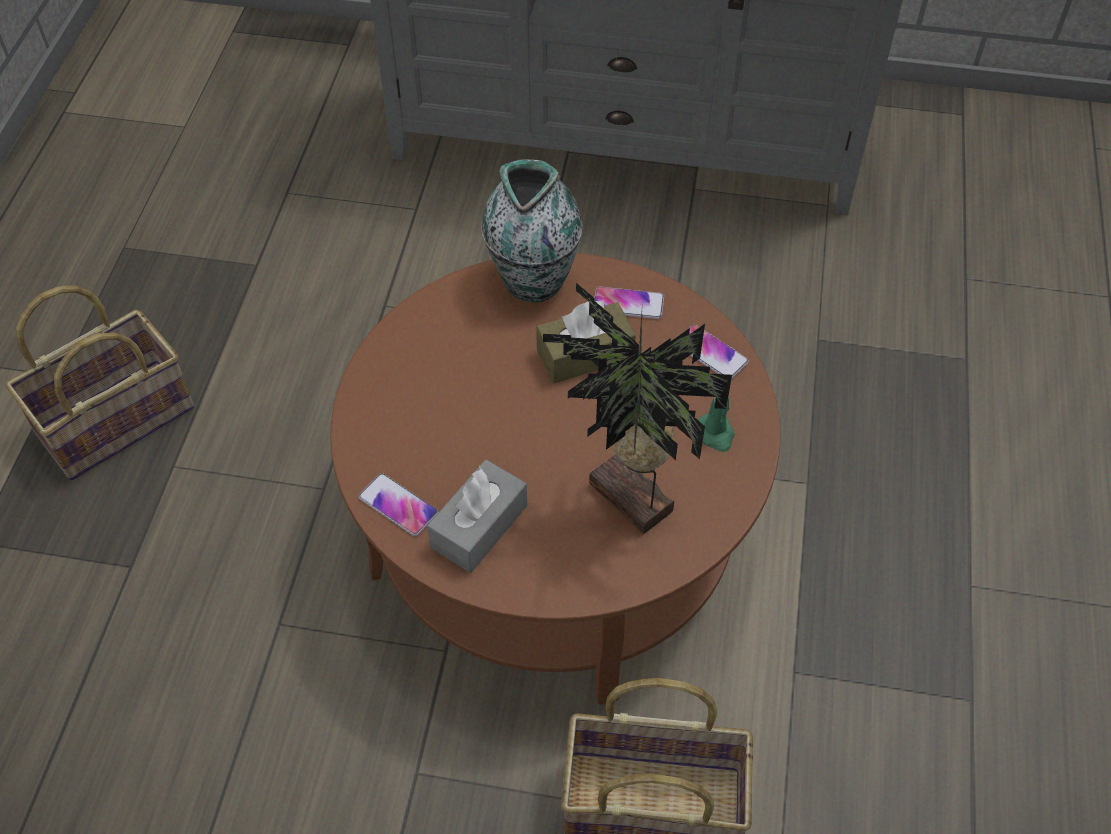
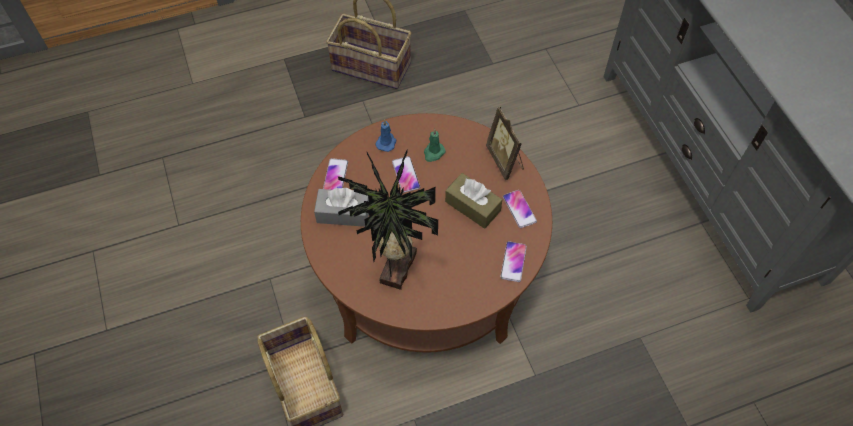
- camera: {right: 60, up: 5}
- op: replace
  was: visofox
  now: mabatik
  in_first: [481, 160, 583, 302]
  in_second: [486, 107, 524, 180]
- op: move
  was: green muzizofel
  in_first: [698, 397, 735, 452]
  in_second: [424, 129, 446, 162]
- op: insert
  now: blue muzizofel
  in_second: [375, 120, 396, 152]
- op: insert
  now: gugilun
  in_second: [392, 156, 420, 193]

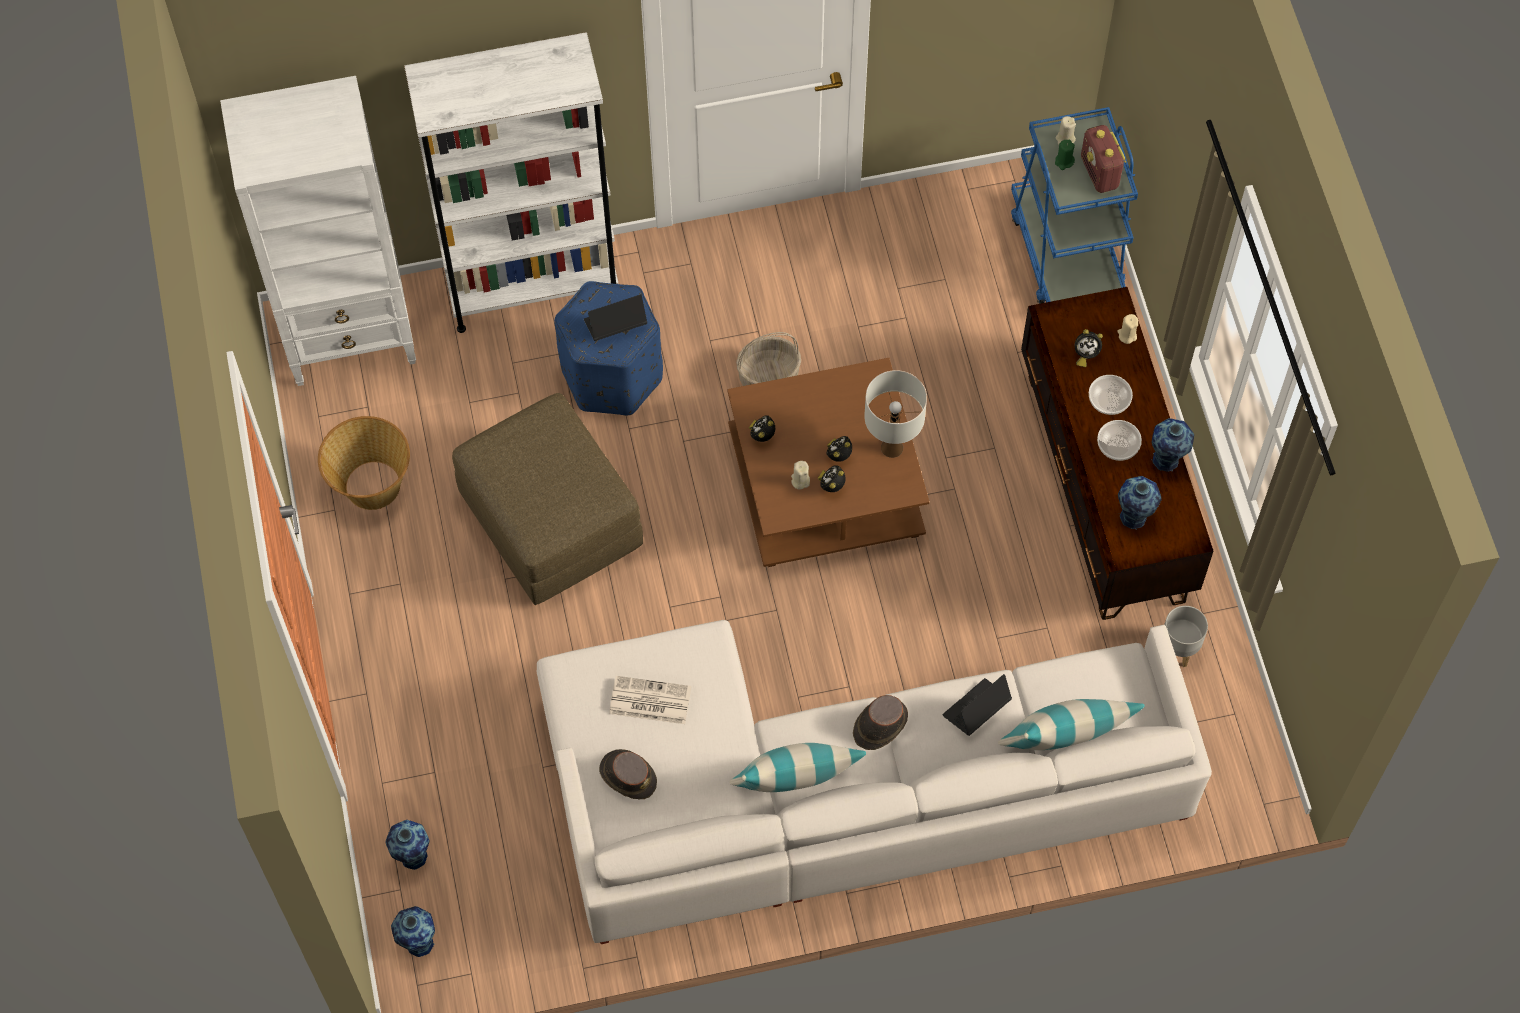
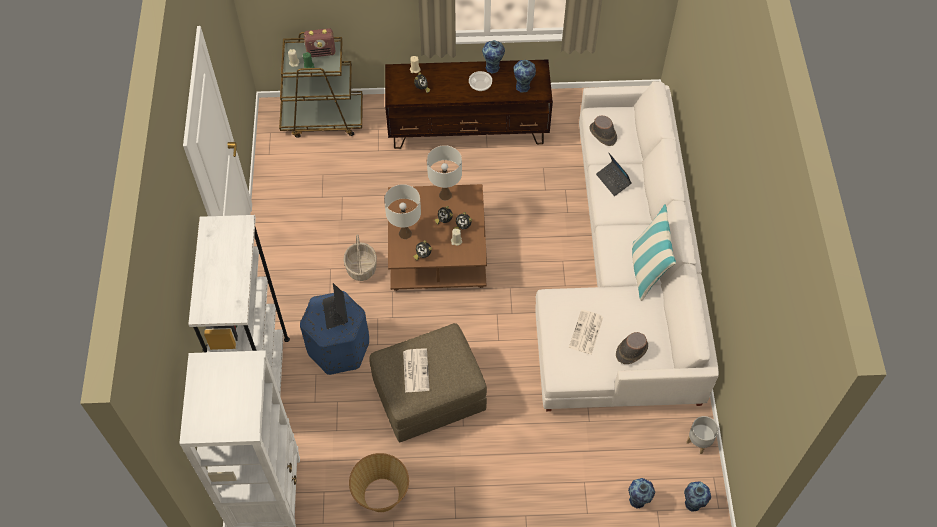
- camera: {right: -80, up: -5}
- op: recolor
  was: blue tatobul
  now: brown tatobul
  in_first: [1011, 107, 1138, 304]
  in_second: [279, 32, 363, 138]
- op: delete
  was: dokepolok
  in_first: [1089, 375, 1133, 415]
- op: move
  was: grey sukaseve
  in_first: [1164, 606, 1208, 667]
  in_second: [687, 416, 719, 454]
- op: move
  was: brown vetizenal
  in_first: [853, 695, 908, 750]
  in_second: [589, 116, 617, 146]
- op: delete
  was: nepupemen
  in_first: [998, 699, 1145, 750]
- op: insert
  now: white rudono
  in_second: [384, 184, 421, 239]
- op: insert
  now: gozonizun
  in_second: [403, 348, 429, 393]

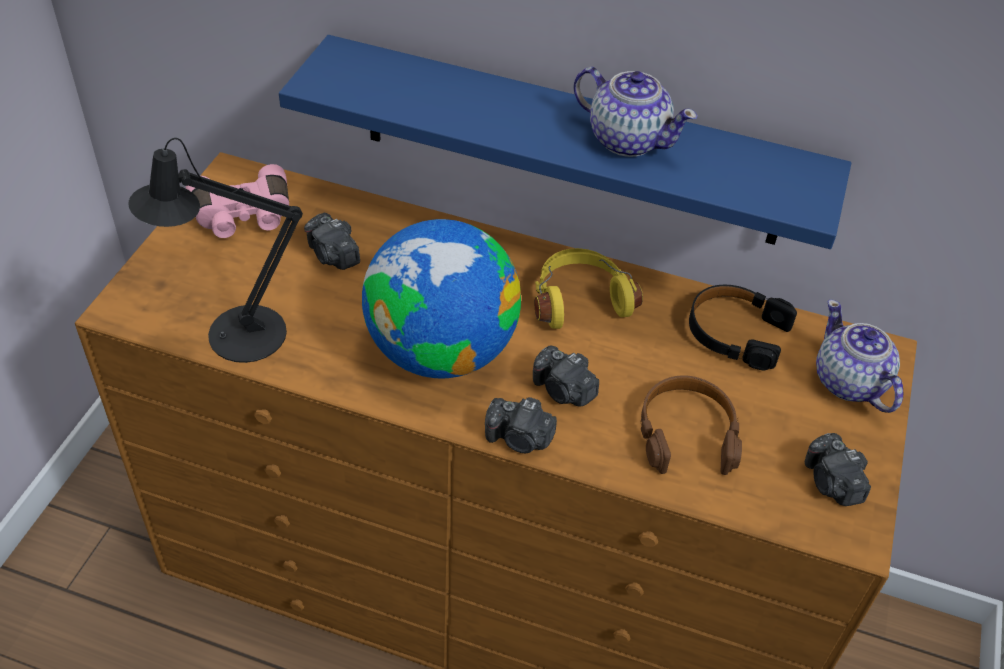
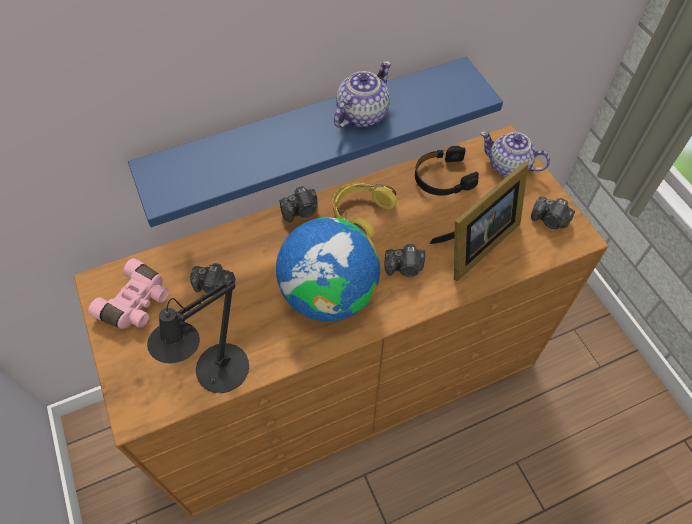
- camera: {right: -40, up: 10}
- op: rotate
  was: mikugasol
  in_first: [573, 67, 698, 157]
  in_second: [334, 61, 391, 128]
  clockwise: -45
- op: replace
  was: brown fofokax
  now: mabatik
  in_first: [641, 375, 742, 475]
  in_second: [430, 161, 528, 281]
- op: move
  was: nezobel
  in_first: [485, 397, 557, 453]
  in_second: [280, 186, 318, 222]

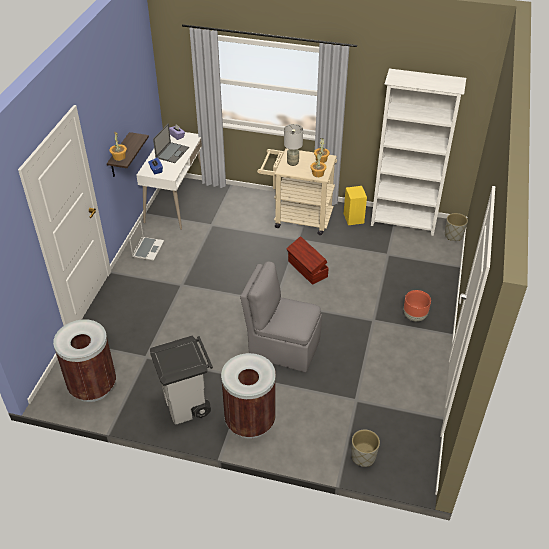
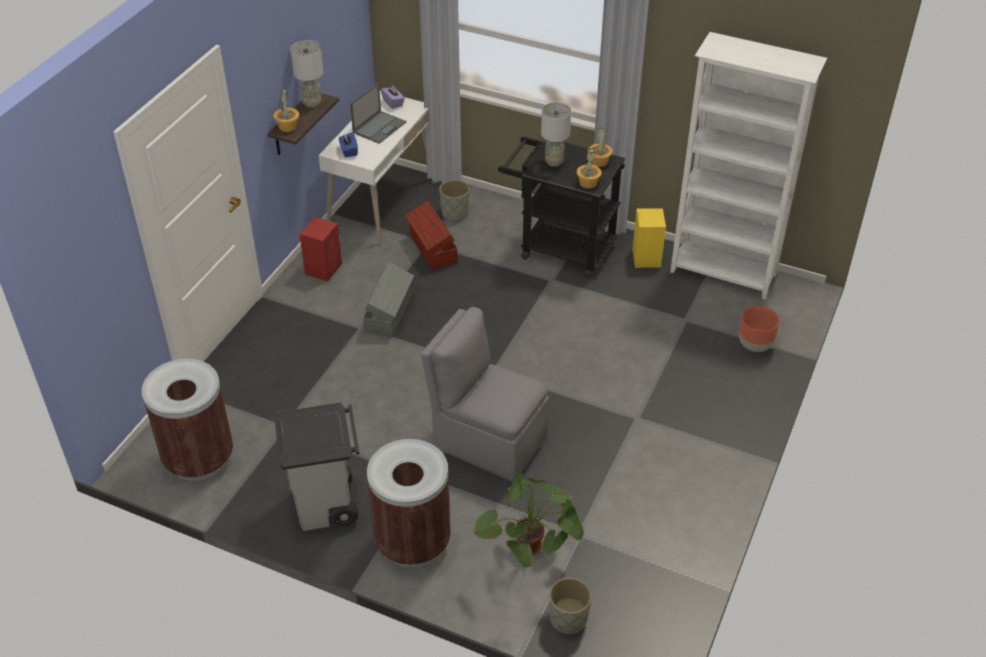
- camera: {right: 10, up: 0}
- op: recolor
  was: beige tatobul
  now: black tatobul
  in_first: [257, 148, 337, 235]
  in_second: [498, 137, 625, 278]
- op: move
  was: grey sukaseve
  in_first: [445, 213, 468, 241]
  in_second: [439, 180, 470, 220]
- op: replace
  was: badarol
  now: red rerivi
  in_first: [129, 220, 164, 261]
  in_second: [299, 217, 342, 281]
- op: move
  was: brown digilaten
  in_first: [286, 236, 329, 285]
  in_second: [405, 200, 458, 270]
- op: move
  was: brown sukaseve
  in_first: [404, 290, 431, 322]
  in_second: [739, 306, 780, 352]
- op: insert
  now: grey rudono
  in_second: [290, 40, 323, 108]
- op: insert
  now: grey digilaten
  in_second: [363, 262, 414, 337]
- op: insert
  now: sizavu
  in_second: [471, 471, 584, 568]

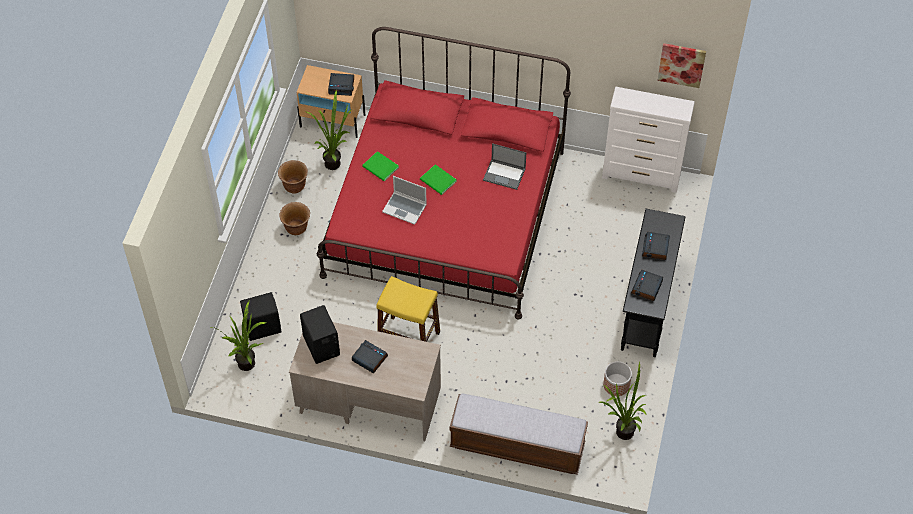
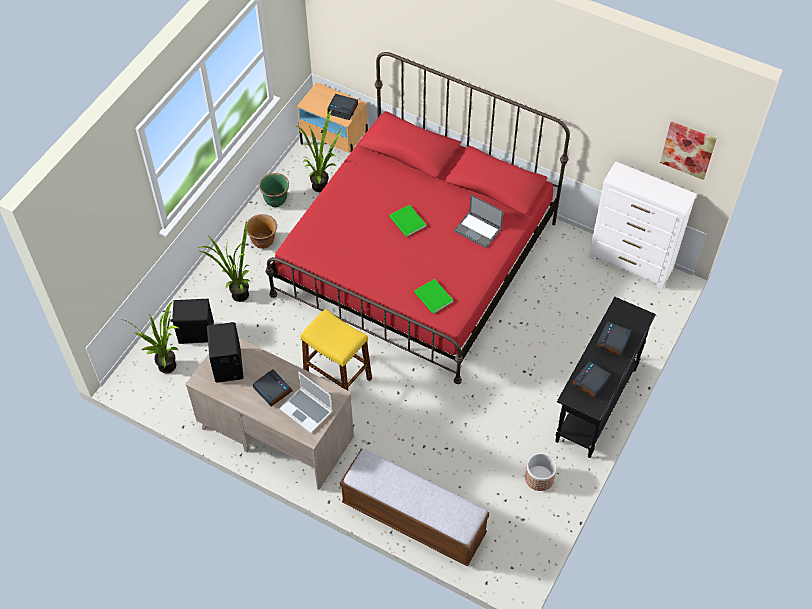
- camera: {right: 15, up: 0}
- op: move
  was: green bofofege
  in_first: [362, 151, 399, 181]
  in_second: [414, 279, 453, 314]
- op: recolor
  was: brown sukaseve
  now: green sukaseve
  in_first: [278, 160, 308, 194]
  in_second: [259, 173, 289, 207]
- op: move
  was: badarol
  in_first: [382, 176, 427, 225]
  in_second: [279, 372, 333, 433]
- op: move
  was: sizavu
  in_first: [598, 362, 647, 440]
  in_second: [198, 220, 250, 302]

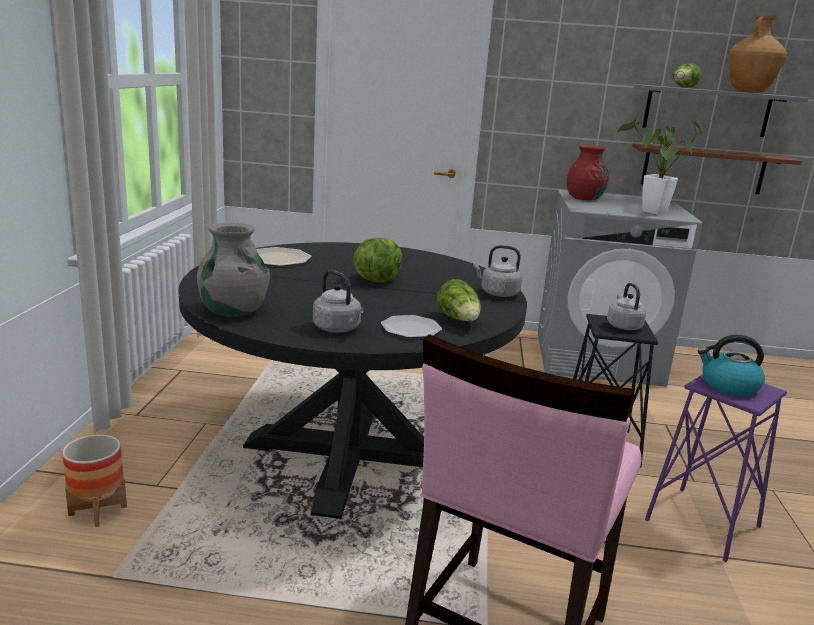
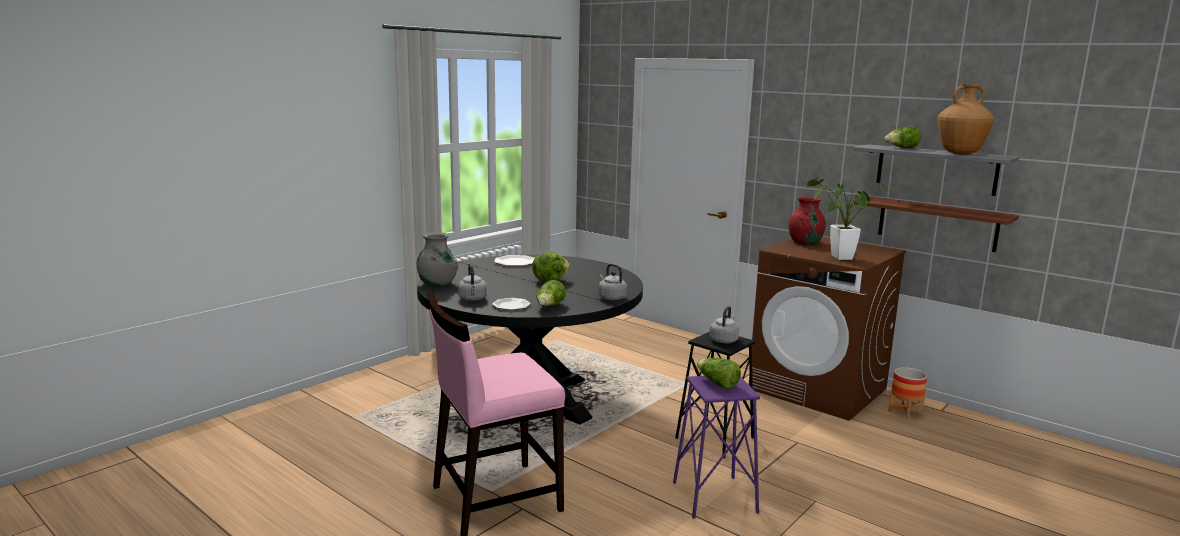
- camera: {right: 35, up: -5}
- op: recolor
  was: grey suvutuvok
  now: brown suvutuvok
  in_first: [538, 190, 703, 387]
  in_second: [749, 237, 906, 421]
- op: replace
  was: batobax
  now: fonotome
  in_first: [698, 335, 765, 396]
  in_second: [697, 358, 741, 389]
- op: move
  was: sukaseve
  in_first: [62, 435, 127, 527]
  in_second: [888, 367, 927, 420]

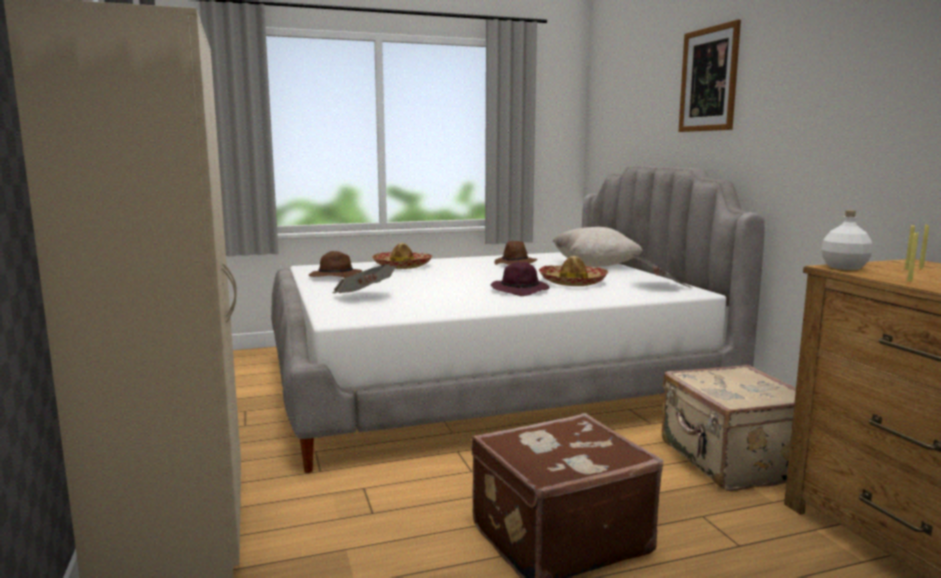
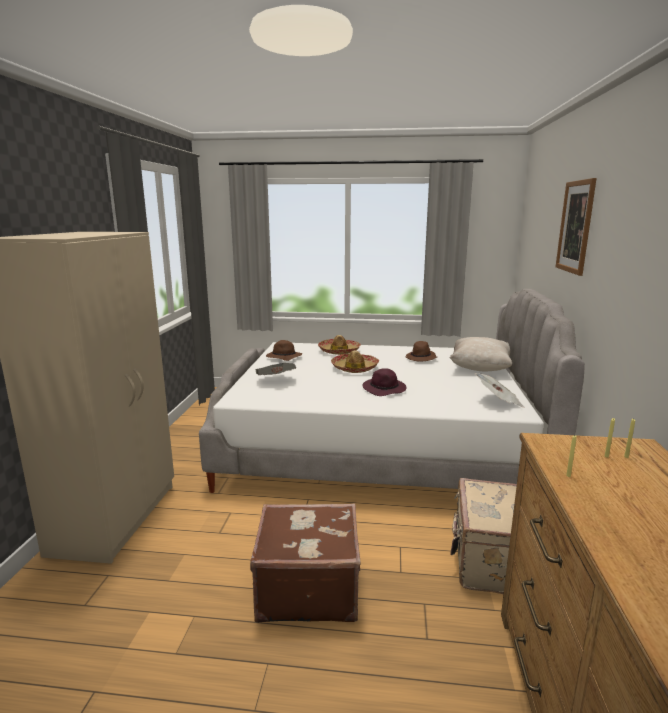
- camera: {right: 25, up: 5}
- op: delete
  was: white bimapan
  in_first: [821, 210, 872, 270]
- op: move
  was: vetizenal
  in_first: [539, 256, 608, 286]
  in_second: [331, 350, 379, 373]

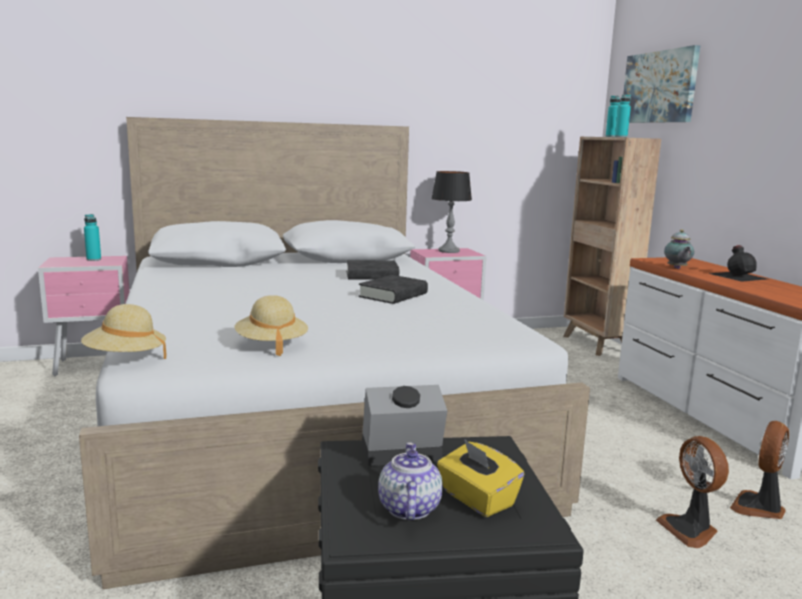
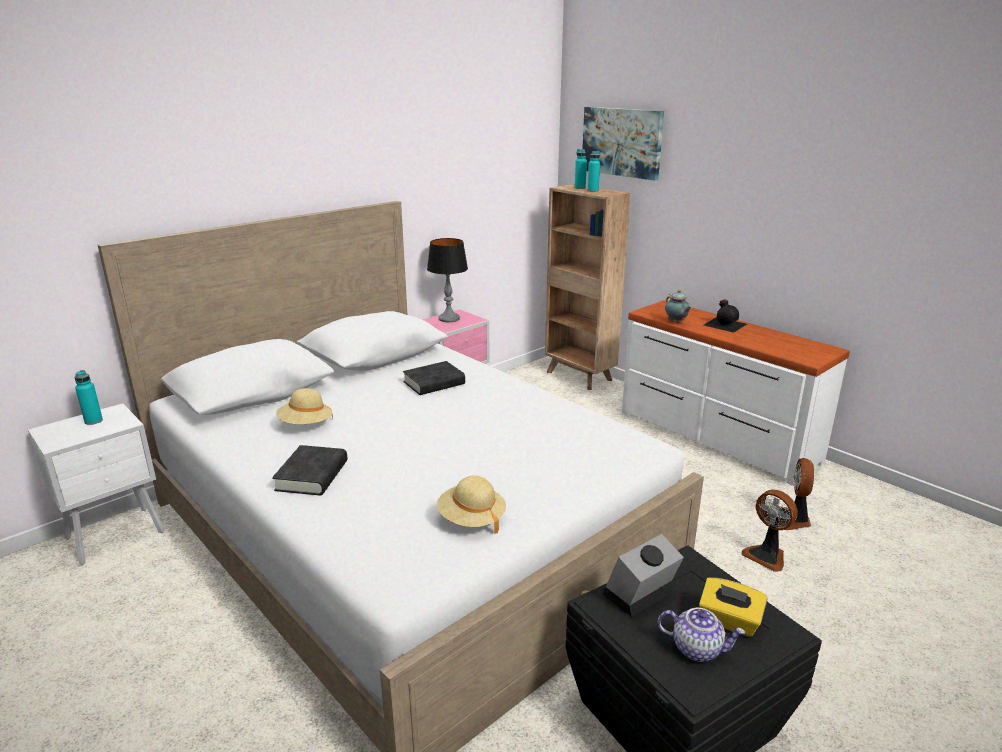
- camera: {right: -25, up: 10}
- op: recolor
  was: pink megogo
  now: white megogo
  in_first: [38, 256, 130, 376]
  in_second: [28, 403, 164, 565]
- op: move
  was: black bofofege
  in_first: [359, 275, 428, 304]
  in_second: [272, 445, 347, 495]
- op: move
  was: beige vetizenal
  in_first: [81, 304, 166, 359]
  in_second: [276, 388, 333, 424]
- op: rotate
  was: mikugasol
  in_first: [378, 442, 443, 520]
  in_second: [658, 607, 745, 662]
  clockwise: 135

